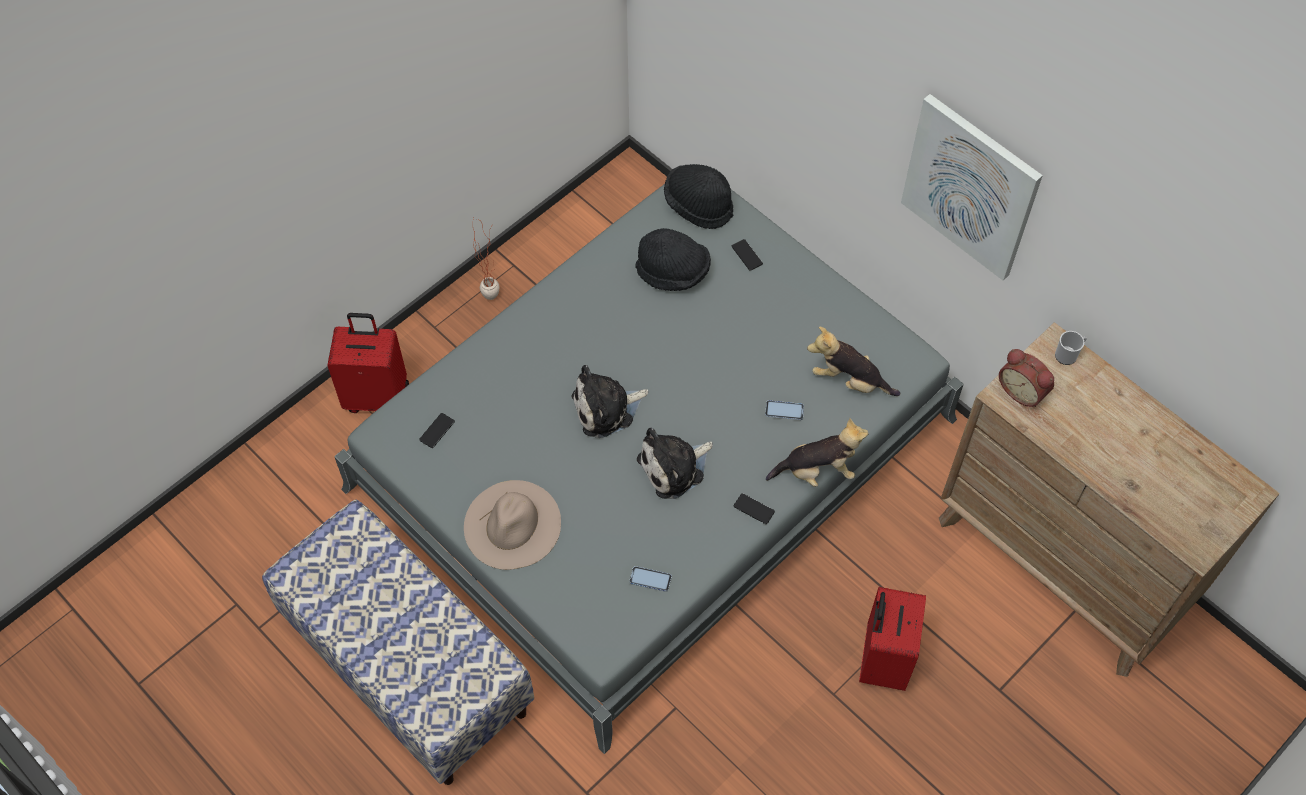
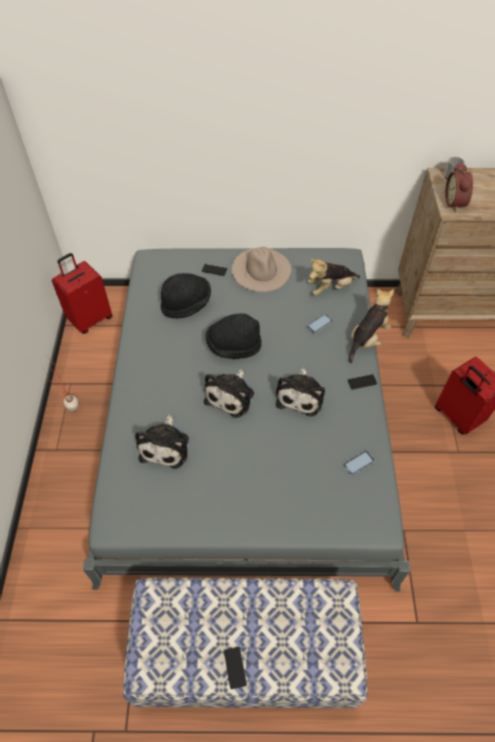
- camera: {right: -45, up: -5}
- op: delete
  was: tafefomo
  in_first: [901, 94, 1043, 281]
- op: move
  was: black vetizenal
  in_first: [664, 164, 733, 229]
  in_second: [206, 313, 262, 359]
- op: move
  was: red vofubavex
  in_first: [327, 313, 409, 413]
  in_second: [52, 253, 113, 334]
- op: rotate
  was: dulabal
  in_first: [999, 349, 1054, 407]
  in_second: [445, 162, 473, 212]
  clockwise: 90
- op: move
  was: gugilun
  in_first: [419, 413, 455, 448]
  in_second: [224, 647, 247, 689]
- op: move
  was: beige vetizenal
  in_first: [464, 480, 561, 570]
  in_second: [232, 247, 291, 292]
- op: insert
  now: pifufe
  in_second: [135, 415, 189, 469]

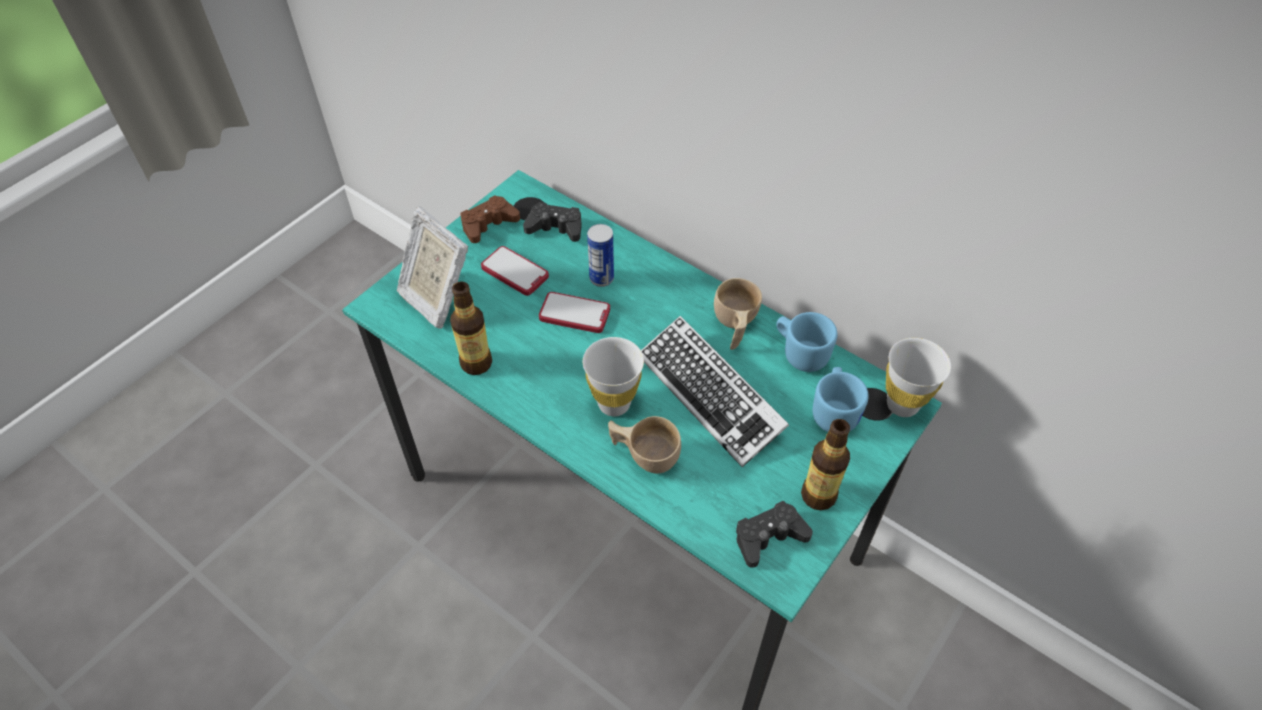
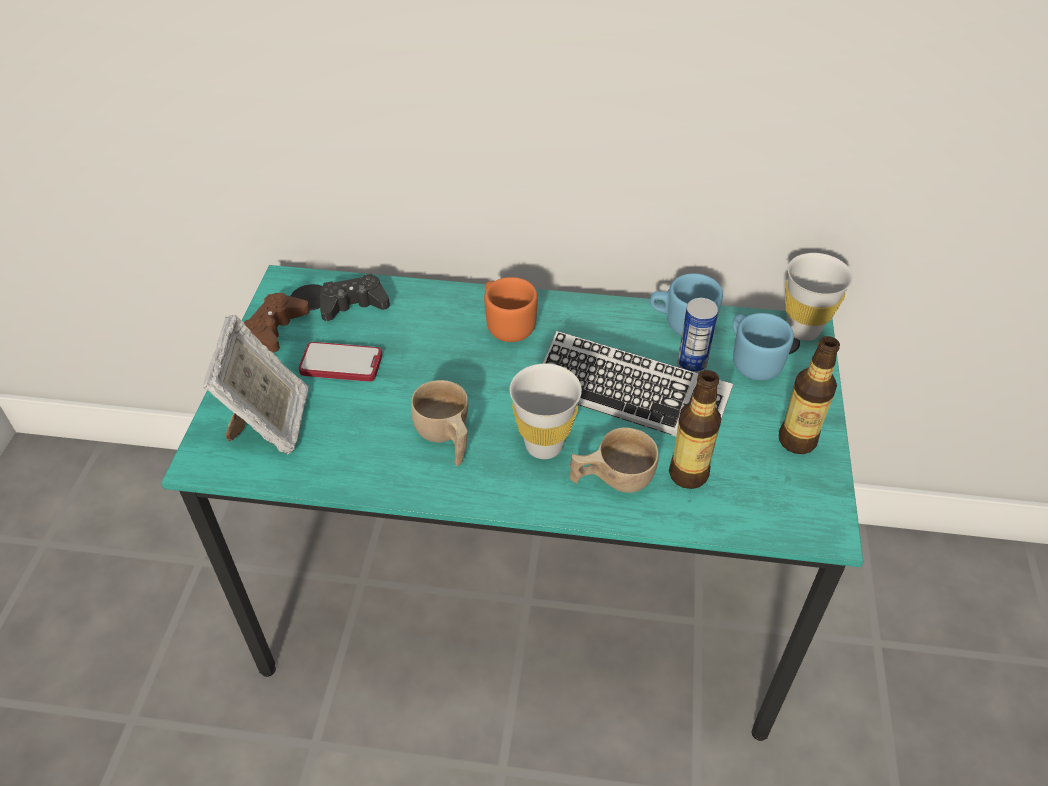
- camera: {right: -30, up: -5}
- op: rotate
  was: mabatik
  in_first: [396, 206, 468, 329]
  in_second: [203, 315, 309, 455]
  clockwise: -105
- op: move
  was: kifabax
  in_first: [587, 224, 614, 287]
  in_second: [677, 298, 718, 373]
- op: move
  was: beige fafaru
  in_first: [714, 278, 762, 350]
  in_second: [411, 380, 468, 466]
- op: move
  was: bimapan
  in_first: [450, 282, 492, 375]
  in_second: [669, 370, 721, 489]
- op: delete
  was: gugilun
  in_first: [539, 292, 610, 333]
- op: delete
  was: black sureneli
  in_first: [736, 501, 813, 568]
- op: insert
  now: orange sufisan
  in_second: [484, 277, 538, 342]

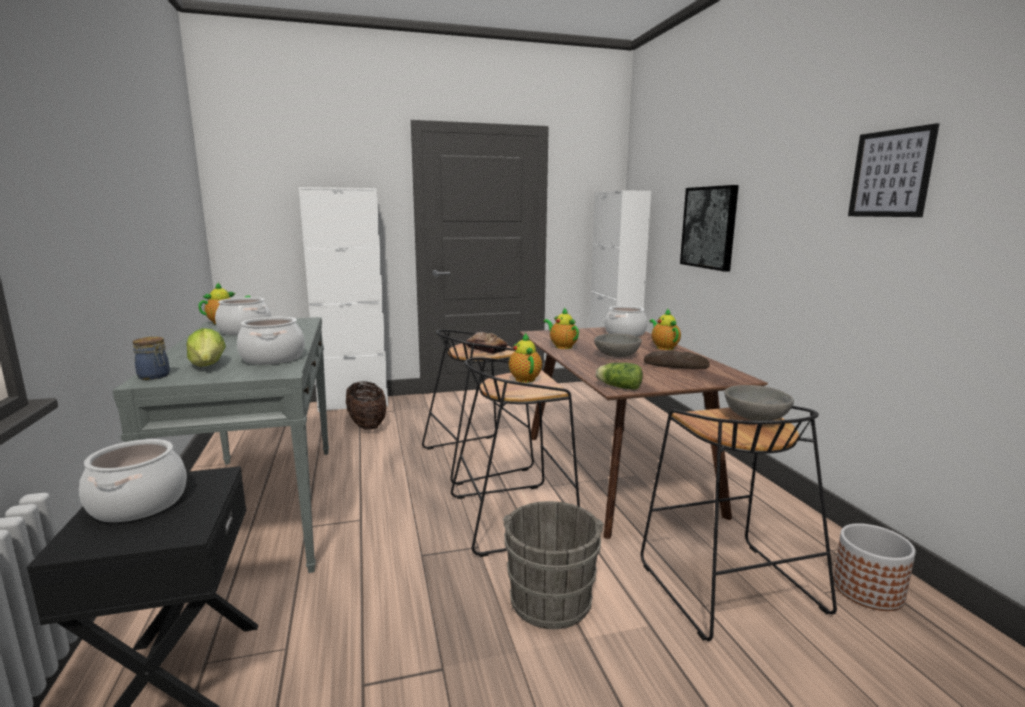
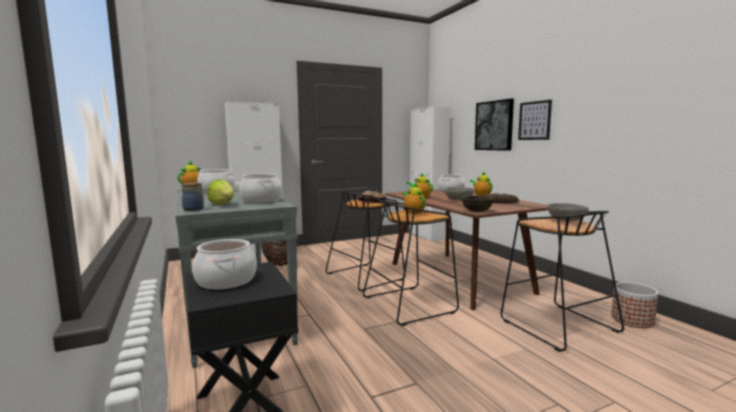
- camera: {right: -10, up: -5}
- op: move
  was: tafefomo
  in_first: [848, 123, 940, 217]
  in_second: [518, 100, 552, 140]
- op: replace
  was: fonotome
  now: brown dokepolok
  in_first: [596, 363, 643, 390]
  in_second: [462, 196, 494, 212]
- op: delete
  was: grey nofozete
  in_first: [503, 501, 604, 629]

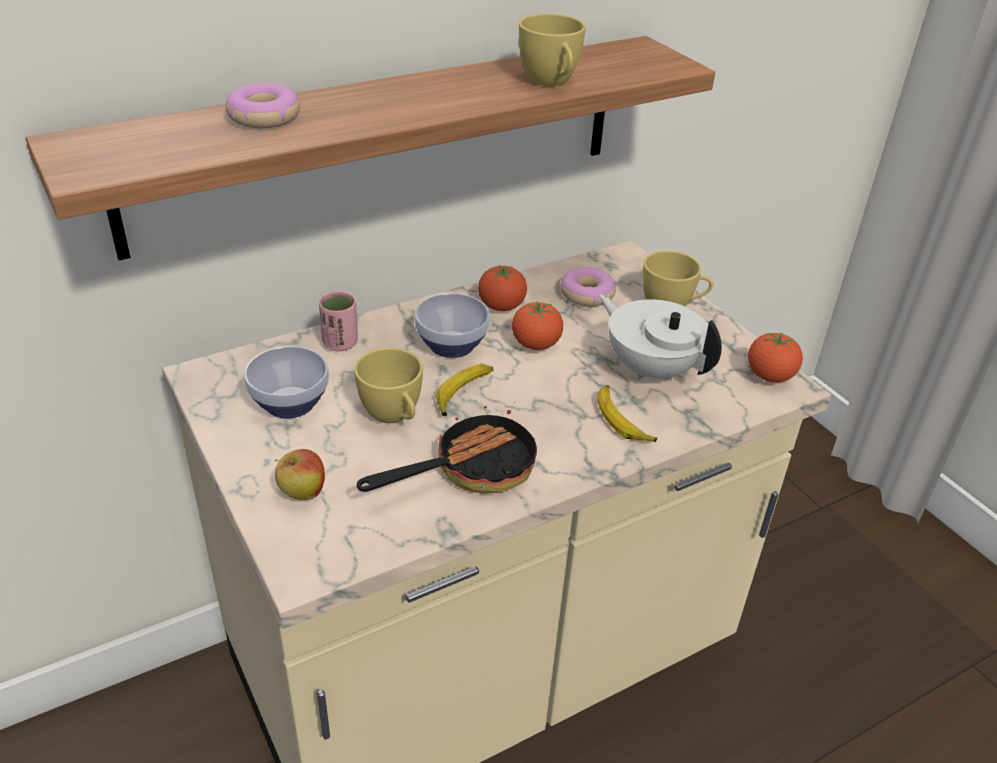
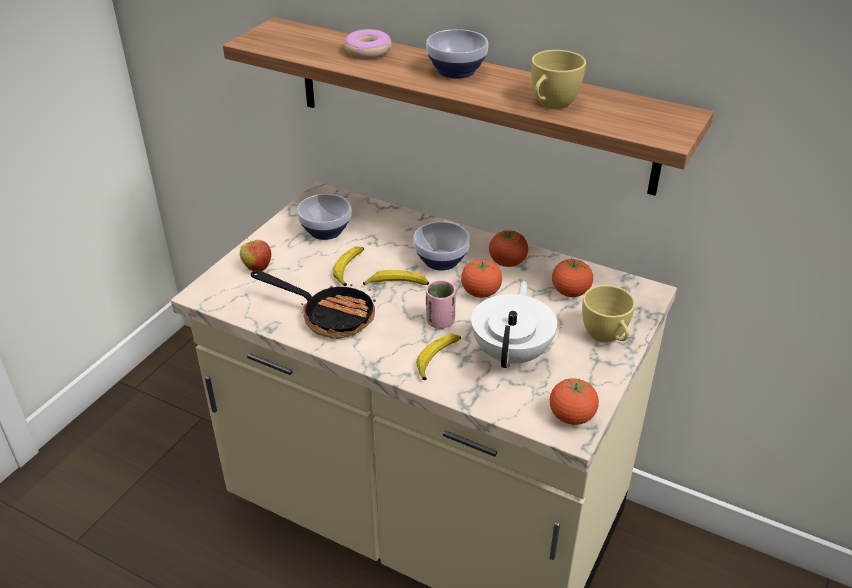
- camera: {right: 60, up: 0}
- op: replace
  was: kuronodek
  now: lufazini
  in_first: [560, 267, 616, 306]
  in_second: [552, 258, 593, 297]
- op: move
  was: pink fafaru
  in_first: [319, 291, 358, 351]
  in_second: [426, 280, 456, 329]
- op: replace
  was: yellow fafaru
  now: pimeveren
  in_first: [354, 348, 423, 423]
  in_second: [333, 246, 364, 286]
- op: insert
  now: dokepolok
  in_second: [426, 29, 488, 79]

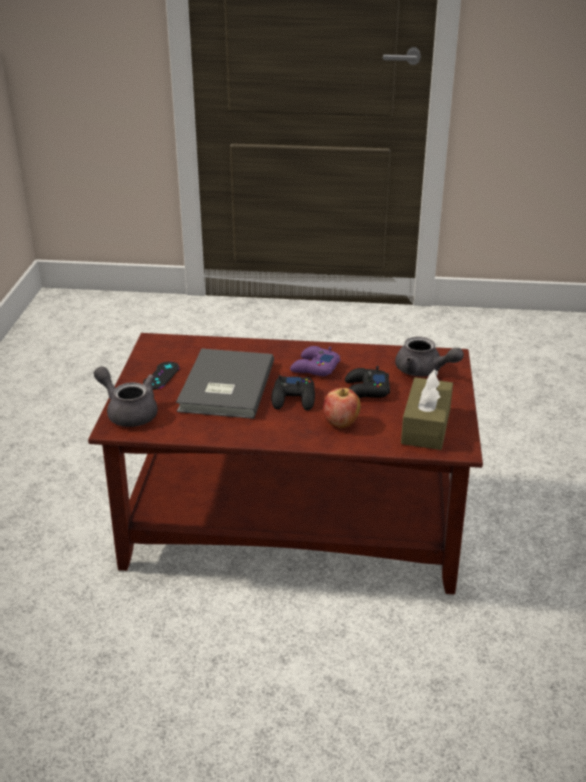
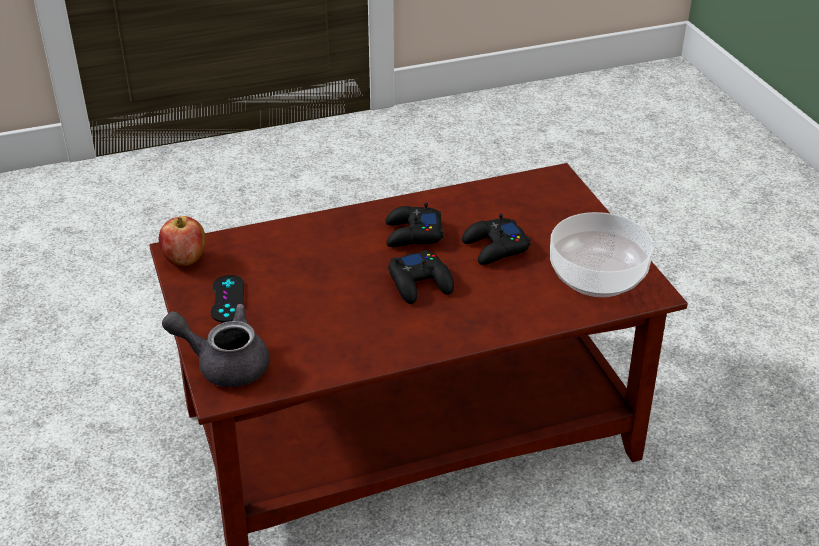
- camera: {right: -25, up: 5}
- op: delete
  was: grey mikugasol
  in_first: [395, 336, 464, 376]
- op: recolor
  was: purple sureneli
  now: black sureneli
  in_first: [290, 346, 340, 376]
  in_second: [385, 203, 443, 247]
- op: delete
  was: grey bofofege
  in_first: [176, 349, 274, 419]
- op: replace
  was: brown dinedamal
  now: dokepolok
  in_first: [401, 369, 453, 450]
  in_second: [550, 212, 654, 297]
- op: move
  was: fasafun
  in_first: [323, 388, 361, 428]
  in_second: [159, 216, 205, 266]

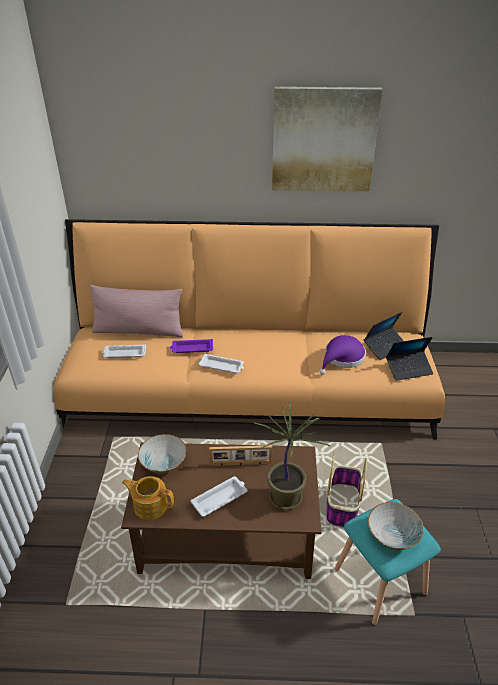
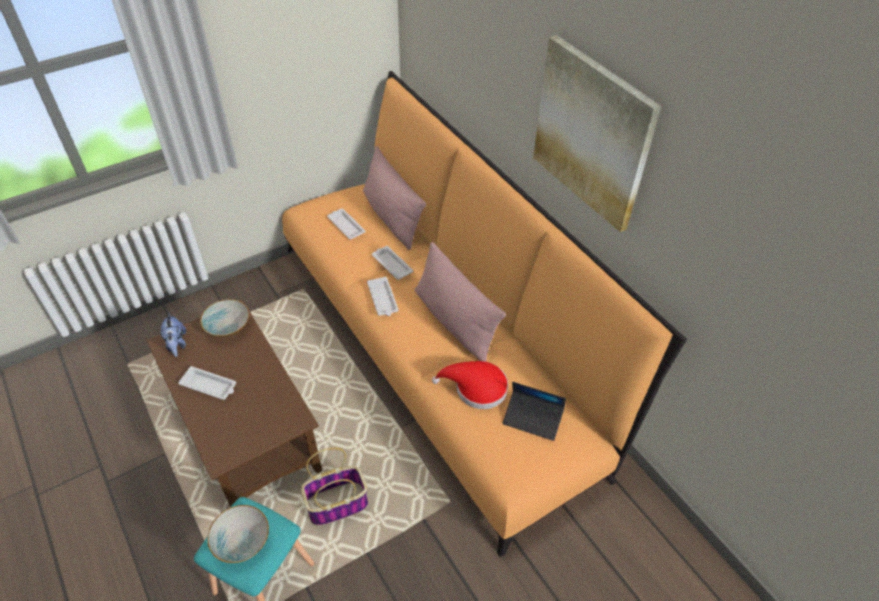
- camera: {right: 55, up: 10}
- op: recolor
  was: purple vetizenal
  now: red vetizenal
  in_first: [319, 335, 366, 375]
  in_second: [432, 361, 508, 409]
- op: delete
  was: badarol
  in_first: [386, 337, 434, 381]
- op: recolor
  was: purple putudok
  now: white putudok
  in_first: [170, 339, 213, 353]
  in_second: [372, 246, 413, 280]
- op: delete
  was: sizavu
  in_first: [253, 401, 330, 510]
- op: delete
  was: mabatik
  in_first: [209, 445, 272, 466]
- op: replace
  was: mikugasol
  now: pifufe
  in_first: [122, 476, 174, 520]
  in_second: [160, 313, 186, 357]
- op: insert
  now: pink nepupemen
  in_second: [415, 242, 506, 362]

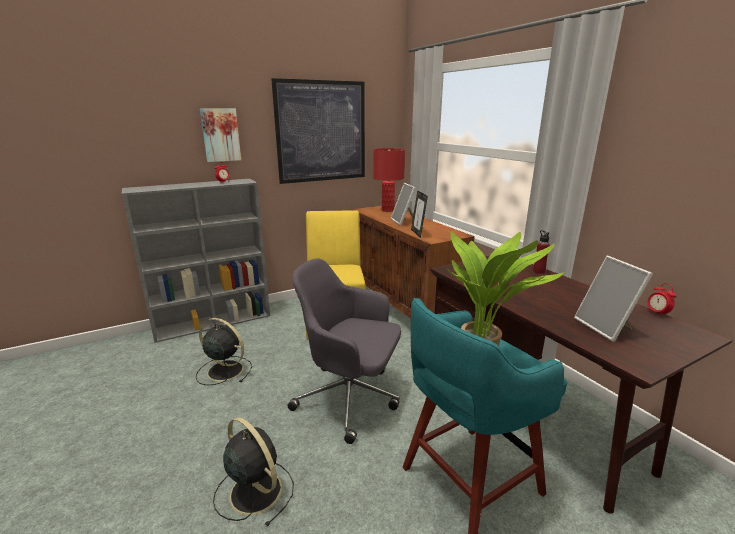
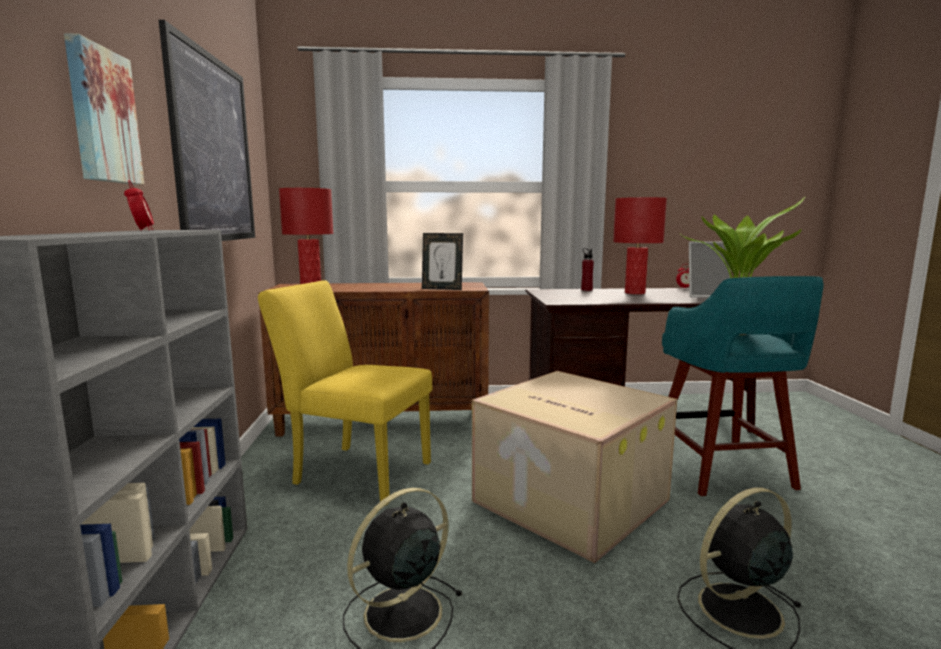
- camera: {right: -65, up: -10}
- op: delete
  was: mabatik
  in_first: [391, 183, 416, 225]
- op: replace
  was: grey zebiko
  now: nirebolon
  in_first: [288, 258, 401, 444]
  in_second: [472, 371, 677, 563]
- op: insert
  now: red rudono
  in_second: [613, 197, 667, 294]

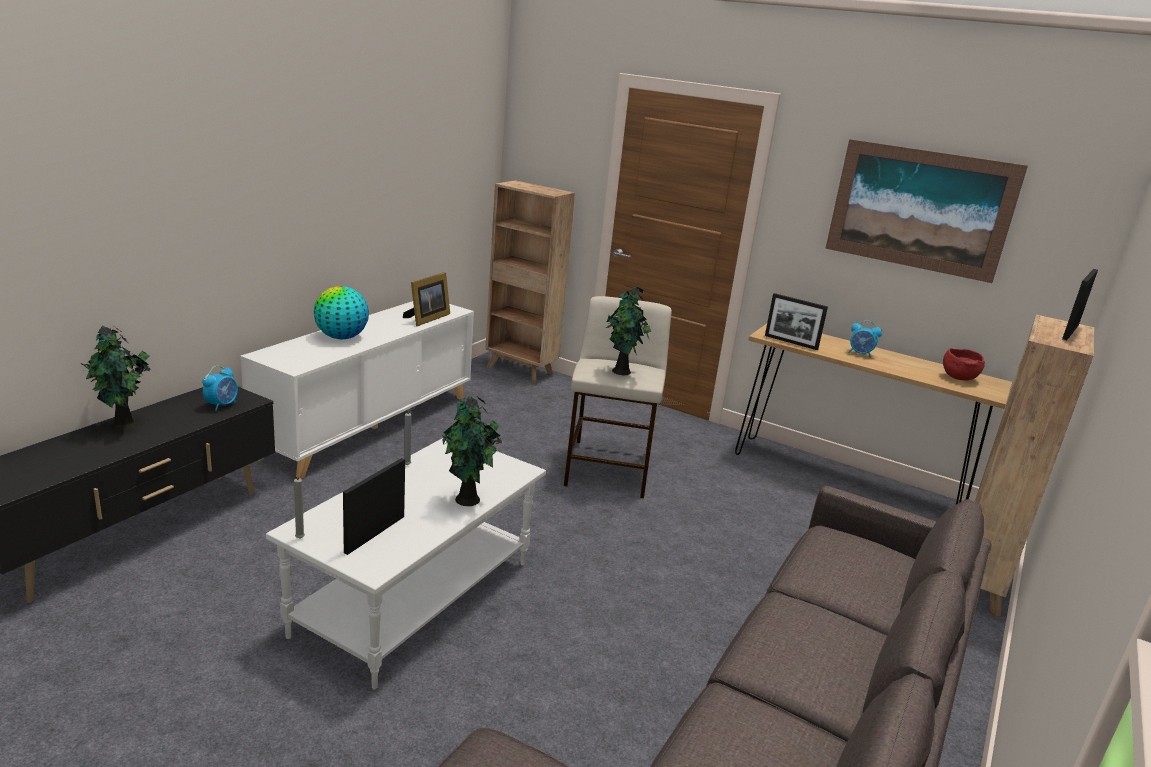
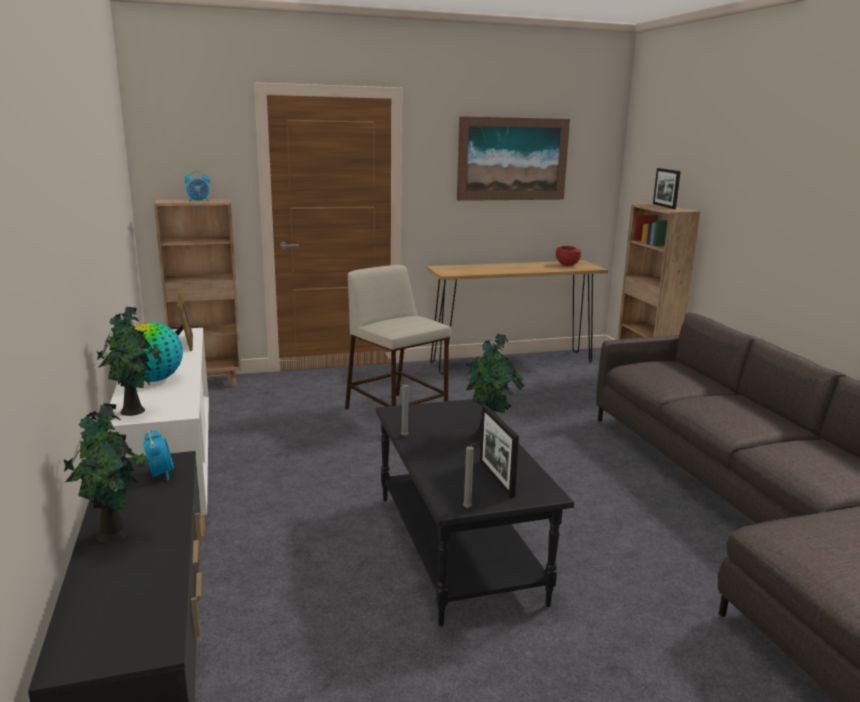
- camera: {right: -45, up: -5}
- op: move
  was: sizavu
  in_first: [606, 287, 651, 375]
  in_second: [96, 307, 162, 416]
- op: delete
  was: mabatik
  in_first: [765, 293, 828, 350]
- op: move
  was: dulabal
  in_first: [848, 320, 882, 358]
  in_second: [185, 171, 210, 202]
- op: recolor
  was: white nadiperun
  now: black nadiperun
  in_first: [266, 438, 546, 689]
  in_second: [376, 399, 574, 627]

